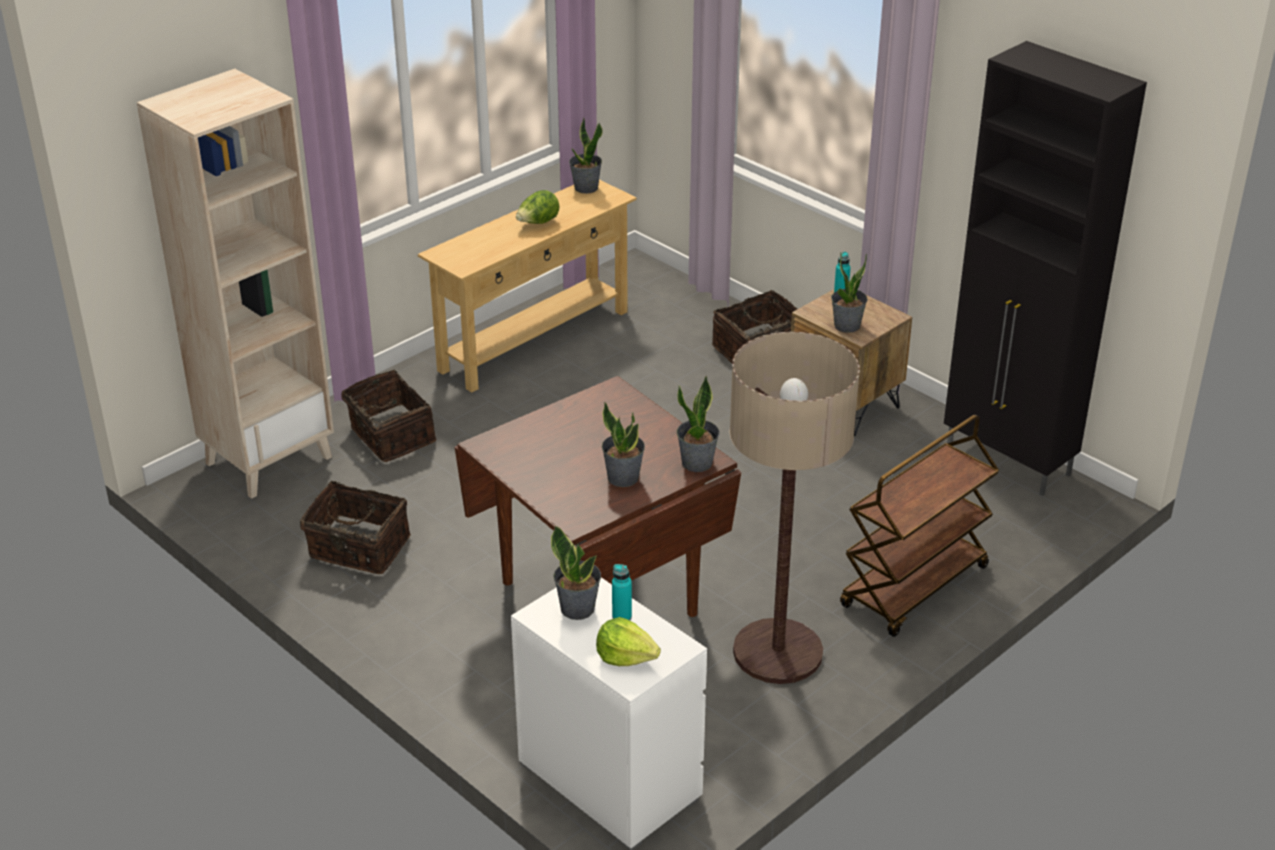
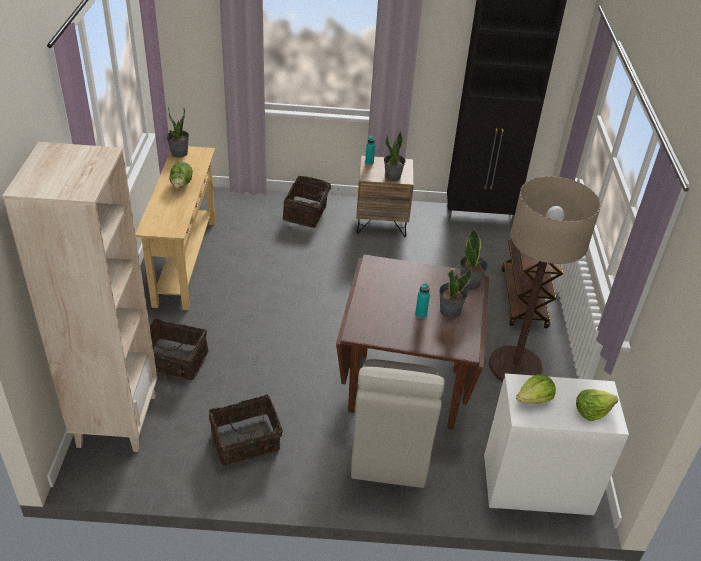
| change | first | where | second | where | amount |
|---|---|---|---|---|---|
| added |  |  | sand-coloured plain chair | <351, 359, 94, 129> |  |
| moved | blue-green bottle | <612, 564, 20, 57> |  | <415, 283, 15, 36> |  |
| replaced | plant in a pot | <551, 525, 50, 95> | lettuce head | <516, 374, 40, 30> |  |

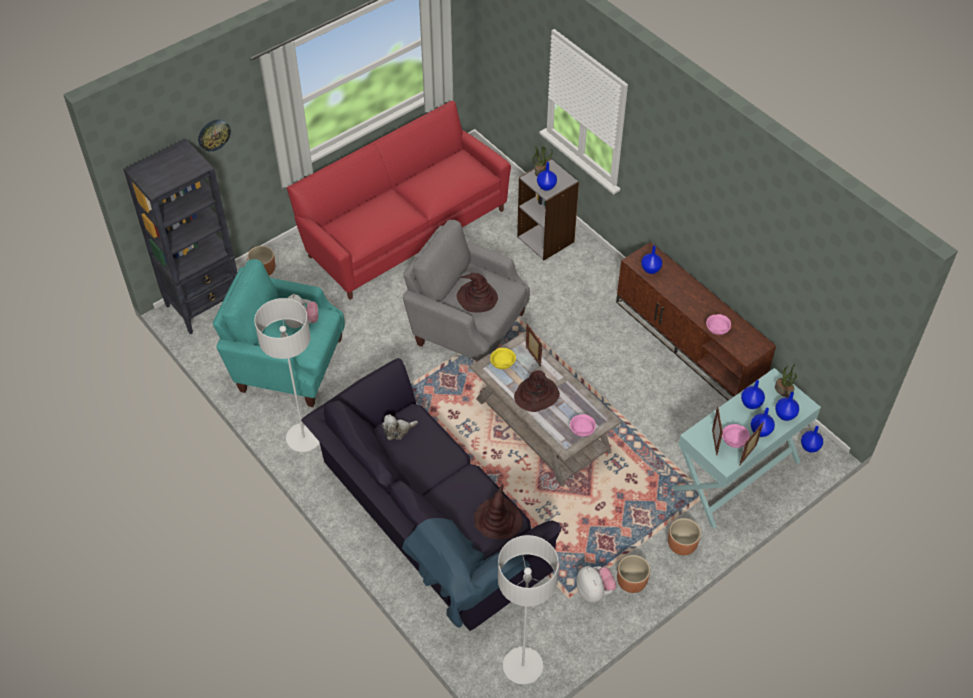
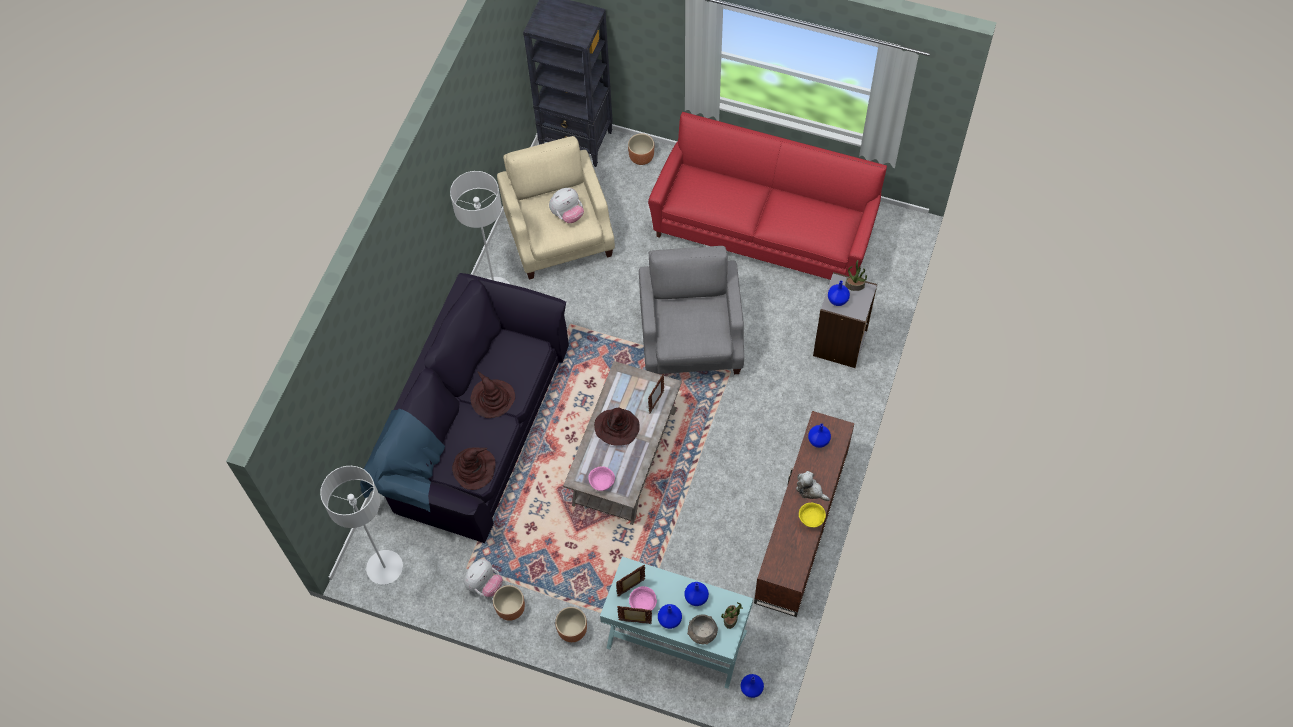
| change | first | where | second | where | amount |
|---|---|---|---|---|---|
| removed | clock on the wall | <198, 120, 33, 32> |  |  |  |
| removed | pink serving bowl | <706, 314, 25, 21> |  |  |  |
| moved | cuddly toy | <382, 414, 36, 26> |  | <796, 471, 34, 30> |  |
| moved | brown clothing hat | <457, 273, 41, 39> |  | <470, 371, 45, 47> |  |
| moved | yellow-coloured serving bowl | <490, 348, 26, 21> |  | <799, 503, 27, 25> |  |
| replaced | blue vase | <775, 391, 24, 30> | greyish serving bowl | <687, 614, 31, 30> |  |
| recoloured | blue-green easy chair | <213, 259, 132, 148> | sand-coloured easy chair | <497, 136, 118, 144> |  |

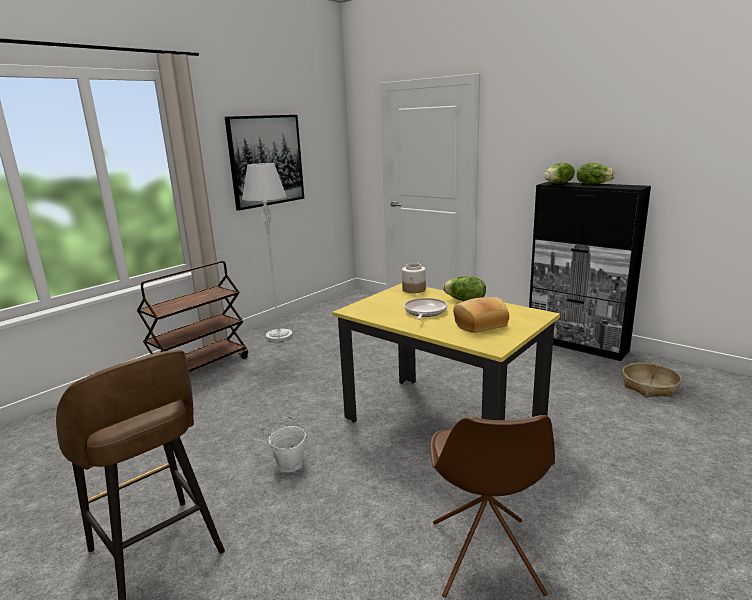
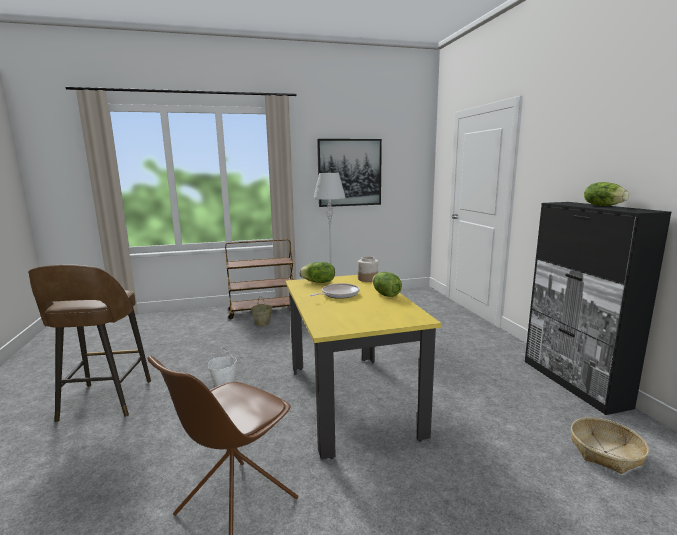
| change | first | where | second | where | amount |
|---|---|---|---|---|---|
| removed | bakery bread | <453, 297, 56, 36> |  |  |  |
| added |  |  | sand-coloured water bucket | <251, 296, 21, 30> |  |
| moved | lettuce head | <544, 163, 31, 21> |  | <299, 262, 36, 21> |  |

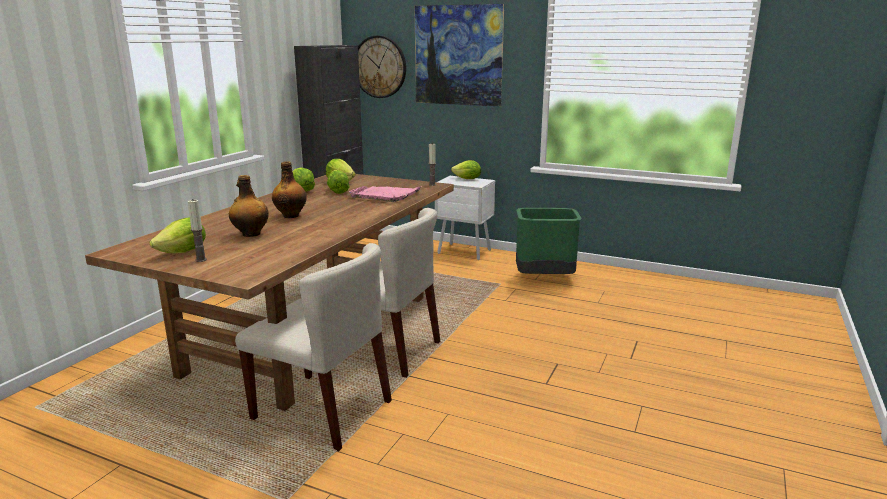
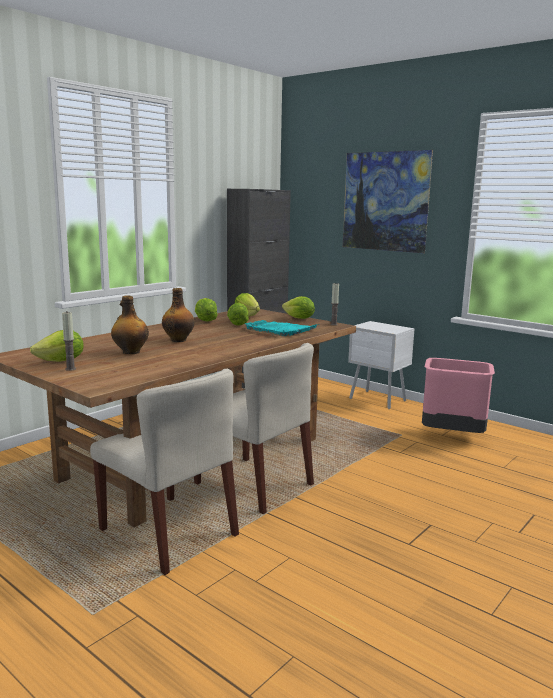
| change | first | where | second | where | amount |
|---|---|---|---|---|---|
| removed | clock on the wall | <358, 36, 48, 62> |  |  |  |
| moved | lettuce head | <451, 160, 30, 19> |  | <282, 296, 33, 23> |  |
| recoloured | pink serving tray | <349, 186, 73, 16> | blue-green serving tray | <245, 320, 75, 16> |  |
| recoloured | green-coloured trash can | <516, 208, 66, 66> | pink trash can | <422, 358, 73, 75> |  |

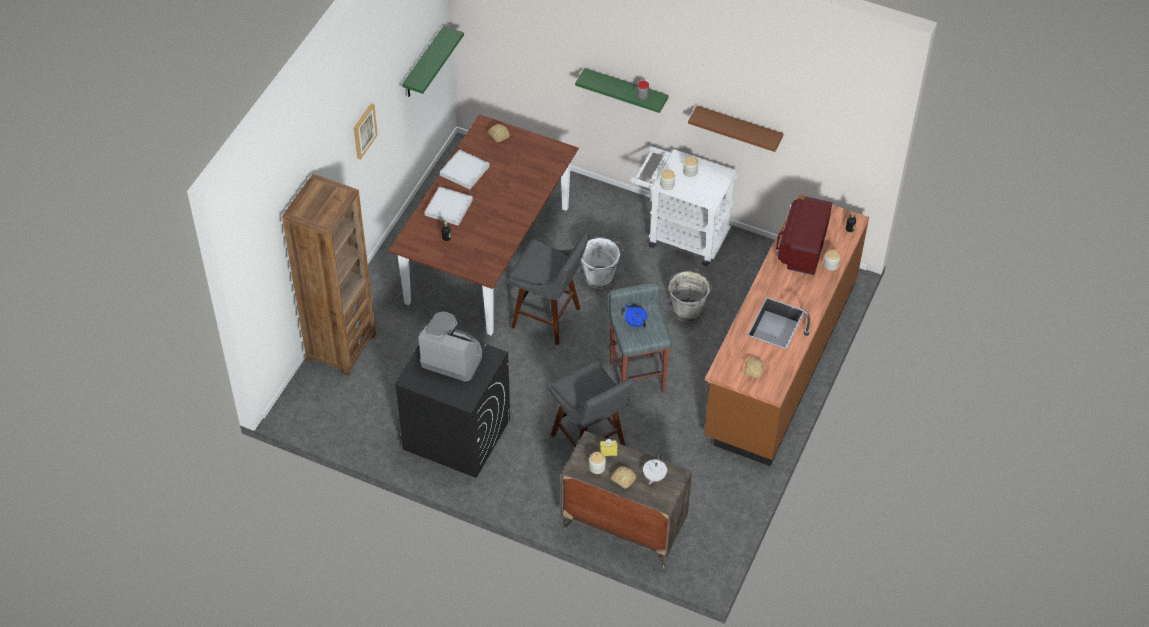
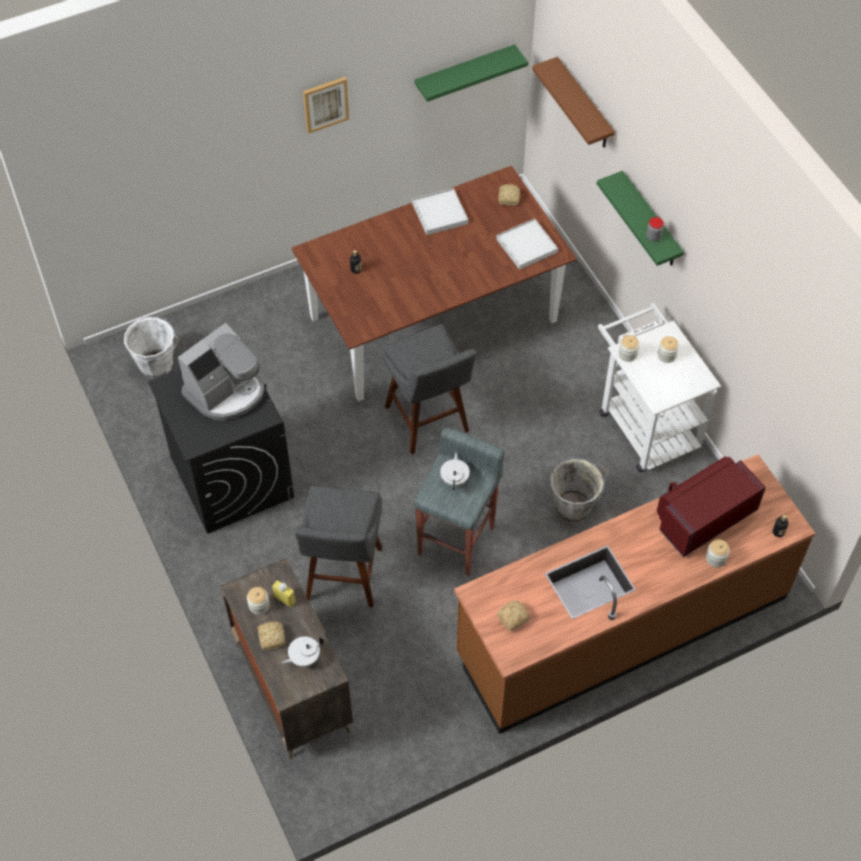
| change | first | where | second | where | amount |
|---|---|---|---|---|---|
| removed | brown shelving unit | <282, 174, 94, 202> |  |  |  |
| moved | whitish serving tray | <425, 186, 48, 40> |  | <496, 218, 62, 52> |  |
| moved | whitish water bucket | <581, 237, 43, 52> |  | <124, 317, 56, 62> |  |
| moved | brown shelf | <688, 106, 95, 46> |  | <532, 57, 83, 91> |  |
| recoloured | blue pot for tea | <625, 304, 22, 23> | whitish pot for tea | <440, 452, 30, 38> |  |
| turned | coffee brewer | <419, 312, 63, 70> |  | <178, 323, 87, 98> | 75 degrees clockwise |

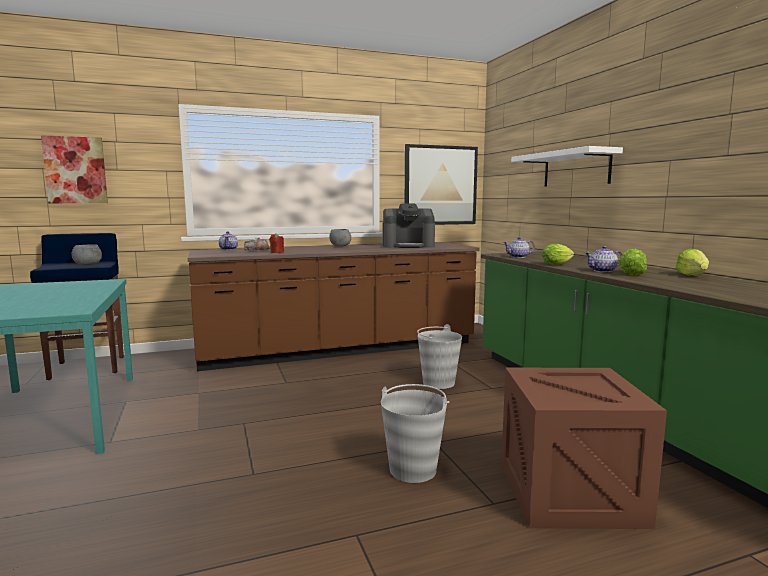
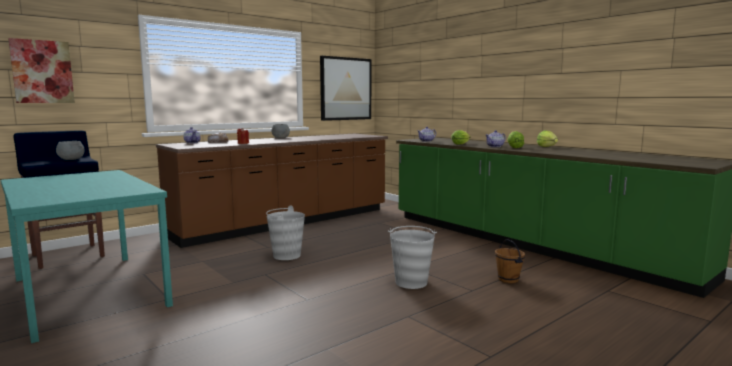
| change | first | where | second | where | amount |
|---|---|---|---|---|---|
| removed | coffee brewer | <383, 203, 52, 45> |  |  |  |
| removed | whitish shelf | <511, 146, 112, 41> |  |  |  |
| moved | greyish water bucket | <417, 324, 45, 65> |  | <266, 206, 39, 54> |  |
| replaced | shipping crate | <501, 368, 166, 161> | brown water bucket | <495, 239, 30, 44> |  |

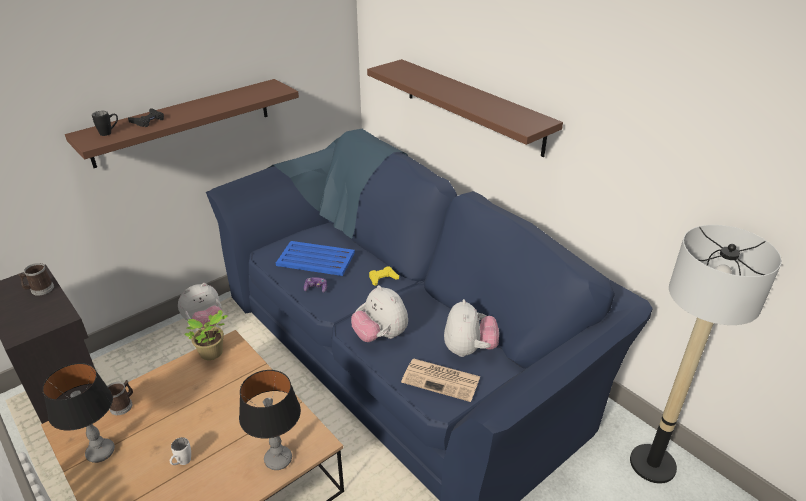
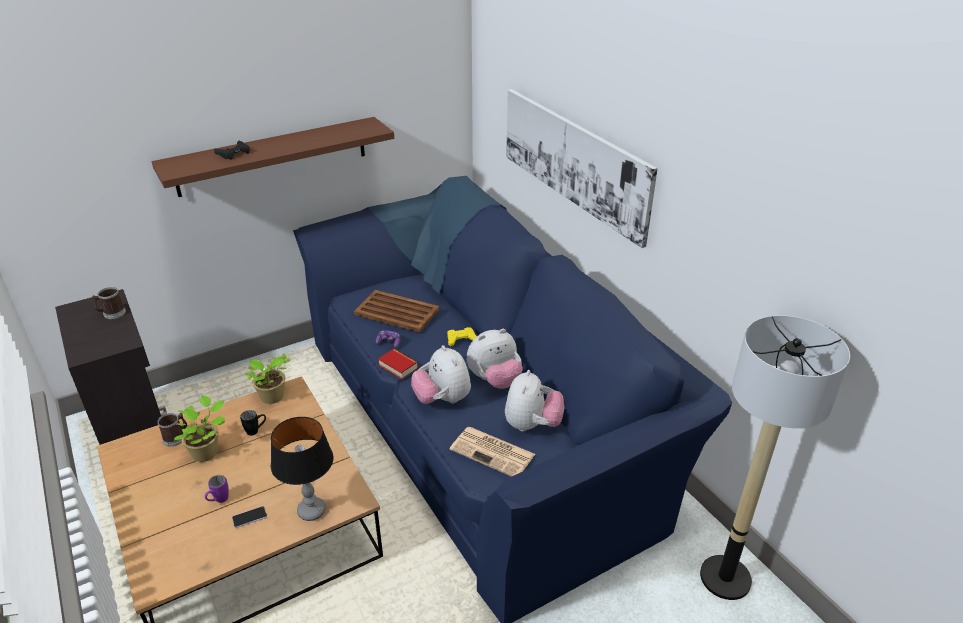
| change | first | where | second | where | amount |
|---|---|---|---|---|---|
| removed | lamp for a table | <42, 363, 73, 100> |  |  |  |
| added |  |  | plant in a pot | <174, 395, 52, 67> |  |
| added |  |  | handset | <232, 506, 35, 22> |  |
| added |  |  | bound book | <378, 349, 40, 31> |  |
| moved | black-coloured mug | <92, 111, 26, 25> |  | <240, 410, 26, 26> |  |
| moved | cuddly toy | <178, 283, 44, 45> |  | <467, 329, 56, 60> |  |
| replaced | brown shelf | <367, 59, 196, 98> | wall art | <506, 89, 152, 159> |  |
| recoloured | whitish mug | <170, 437, 21, 28> | purplish mug | <205, 475, 24, 28> |  |
| recoloured | blue serving tray | <276, 241, 79, 35> | brown serving tray | <354, 290, 85, 42> |  |

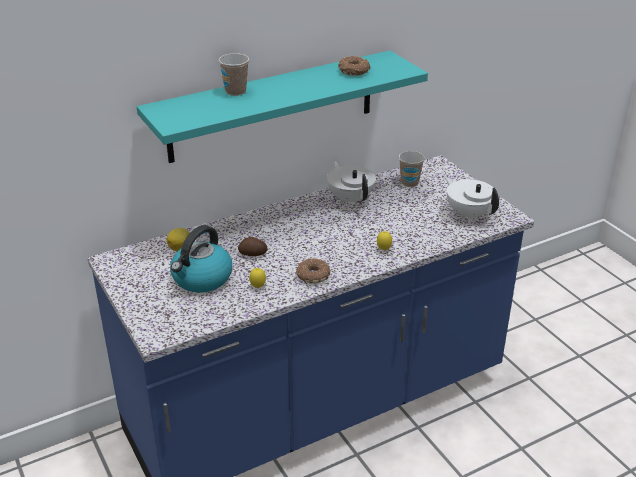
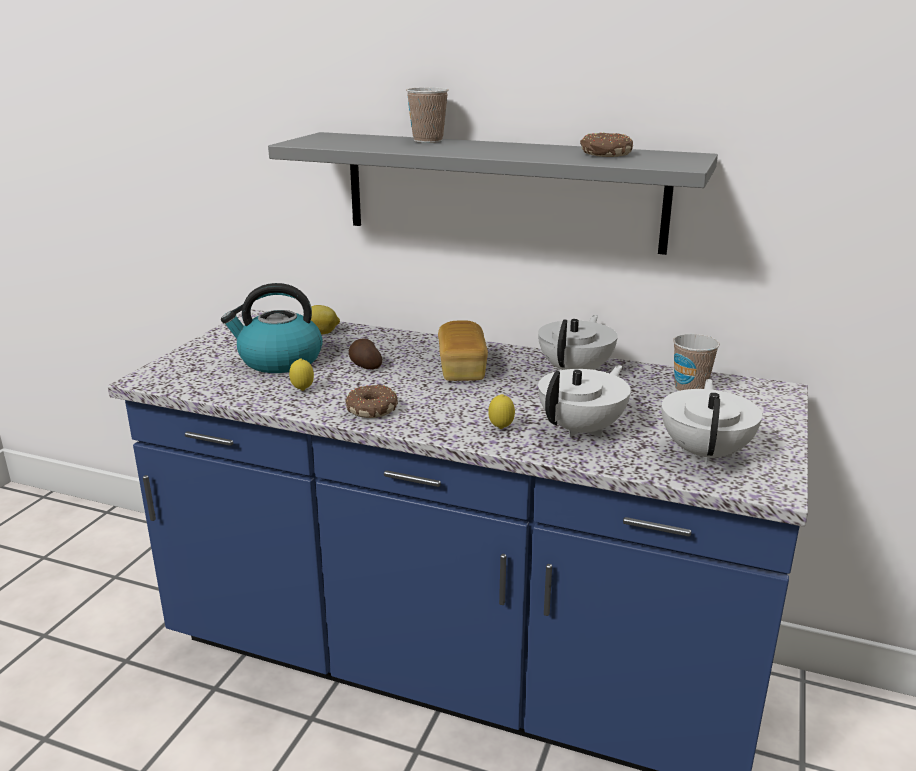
| change | first | where | second | where | amount |
|---|---|---|---|---|---|
| added |  |  | bakery bread | <438, 320, 50, 61> |  |
| added |  |  | whitish pot for tea | <538, 365, 93, 73> |  |
| recoloured | blue-green shelf | <137, 50, 291, 113> | greyish shelf | <268, 132, 450, 123> |  |

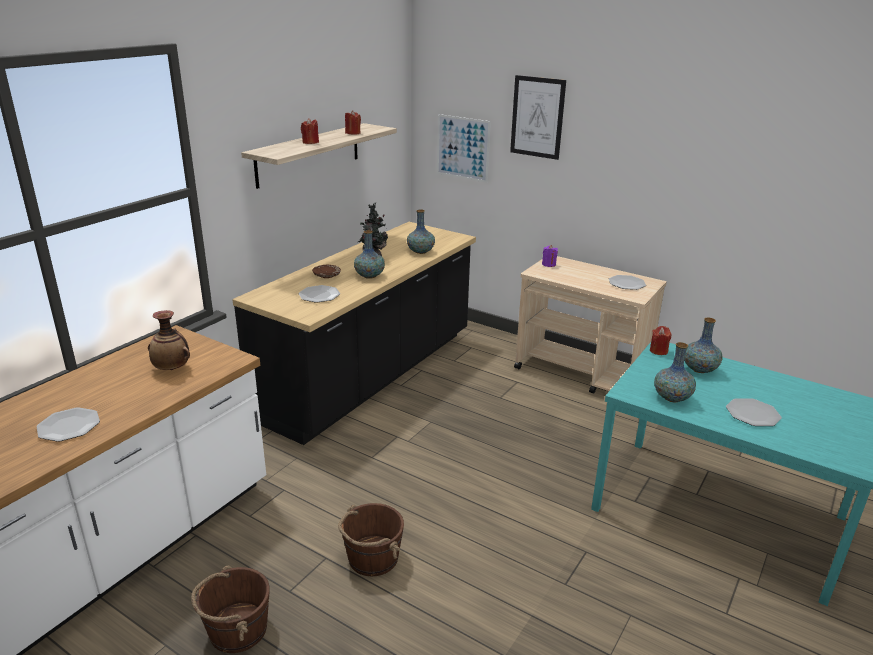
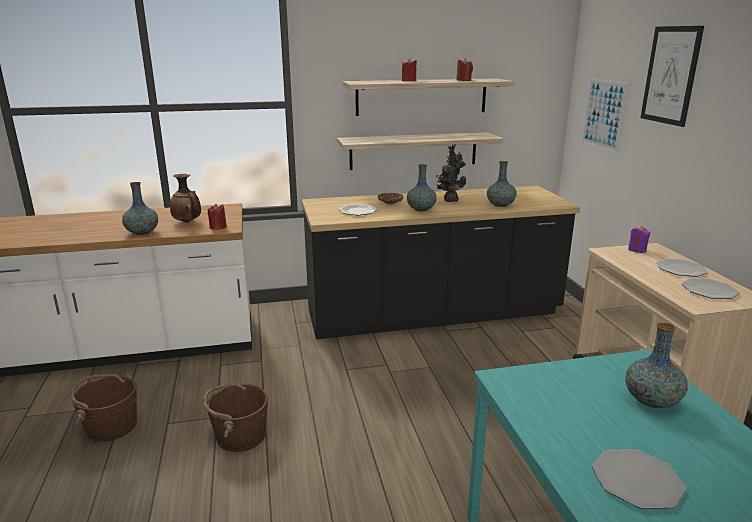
| change | first | where | second | where | amount |
|---|---|---|---|---|---|
| added |  |  | shelf | <337, 132, 167, 38> |  |
| moved | plate | <36, 407, 64, 35> |  | <656, 259, 52, 18> |  |
| moved | reddish wax candle | <650, 326, 21, 29> |  | <208, 204, 19, 26> |  |
| moved | vase | <654, 342, 42, 60> |  | <122, 182, 36, 53> |  |

